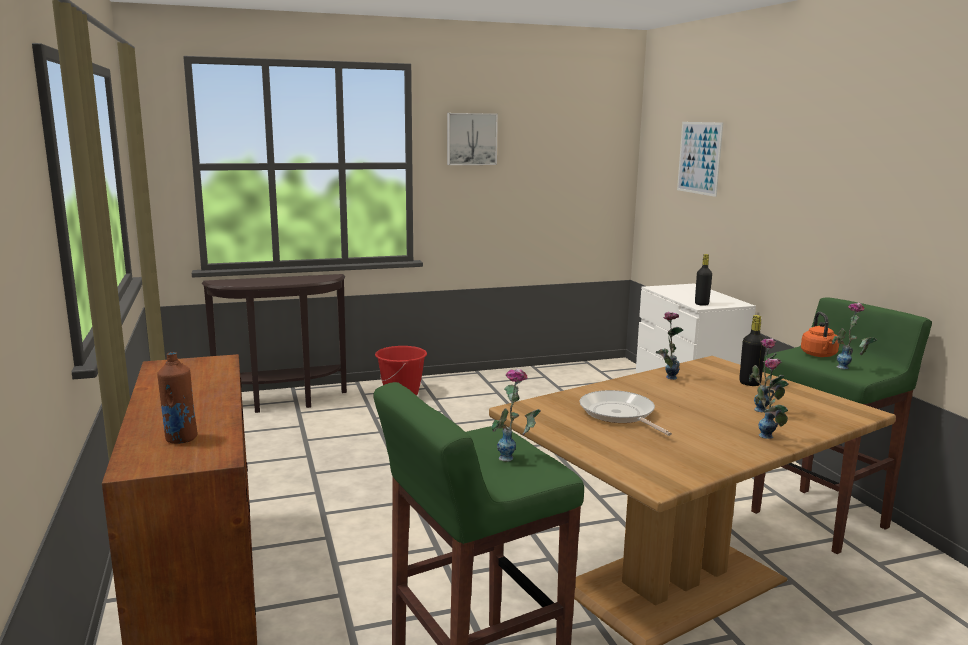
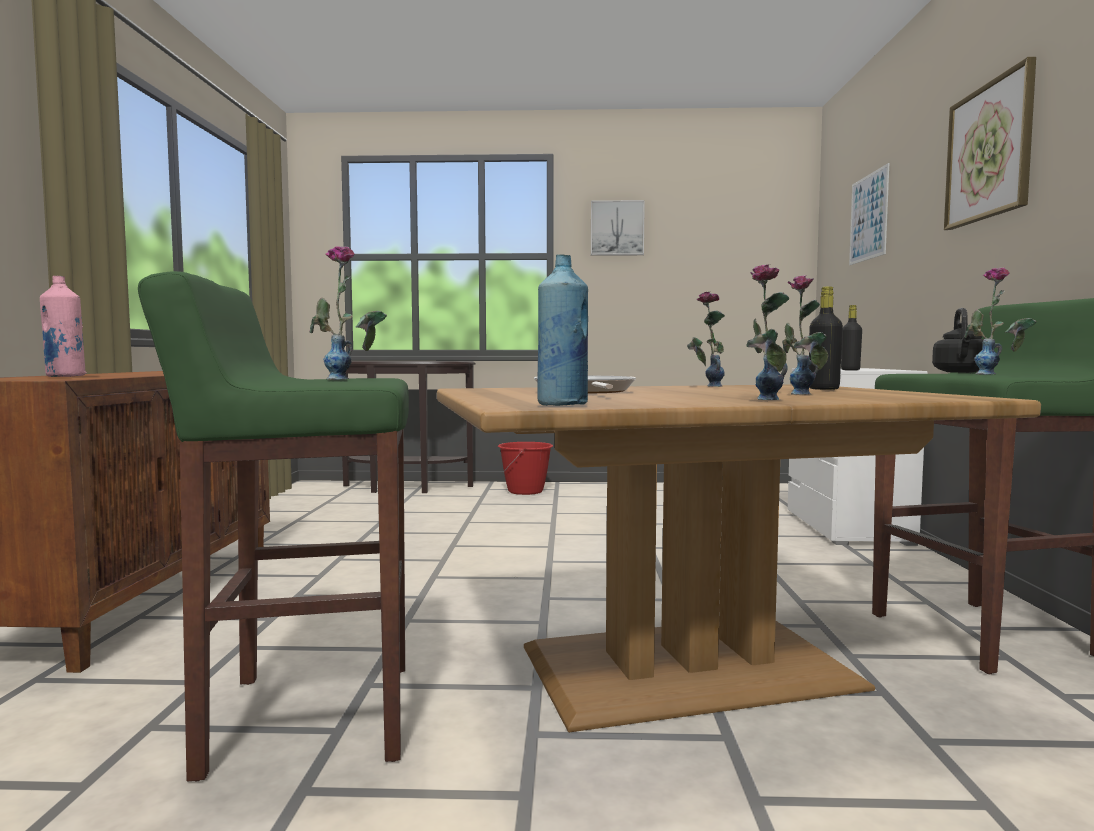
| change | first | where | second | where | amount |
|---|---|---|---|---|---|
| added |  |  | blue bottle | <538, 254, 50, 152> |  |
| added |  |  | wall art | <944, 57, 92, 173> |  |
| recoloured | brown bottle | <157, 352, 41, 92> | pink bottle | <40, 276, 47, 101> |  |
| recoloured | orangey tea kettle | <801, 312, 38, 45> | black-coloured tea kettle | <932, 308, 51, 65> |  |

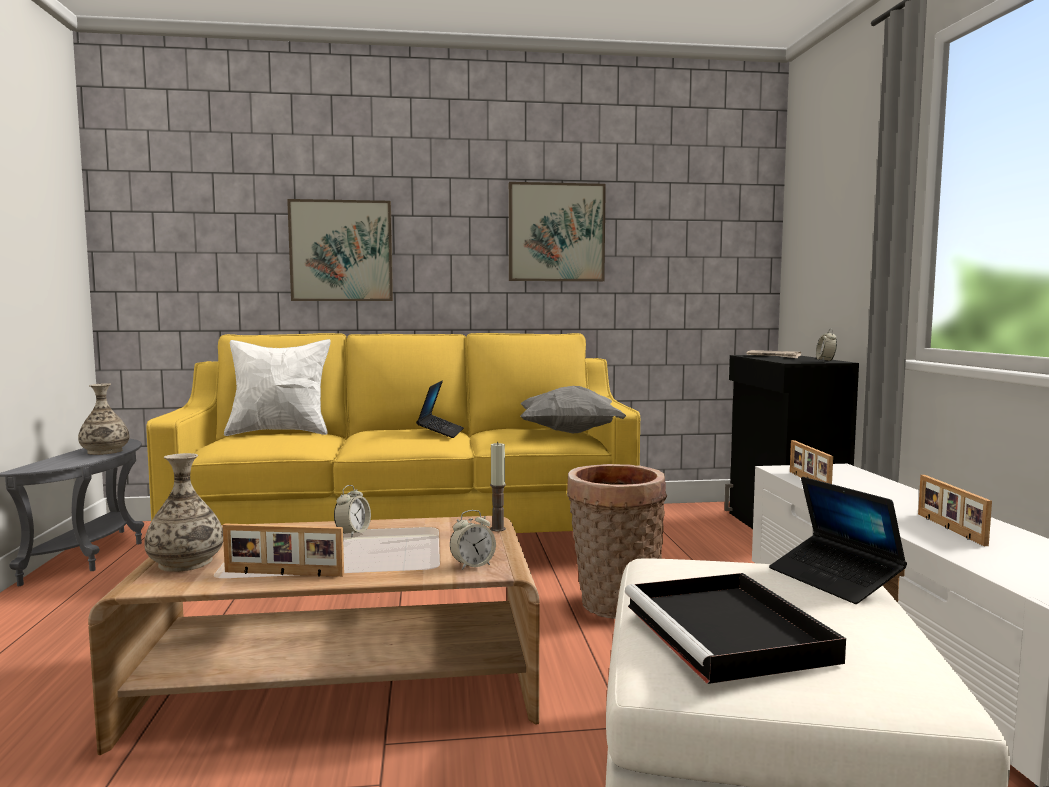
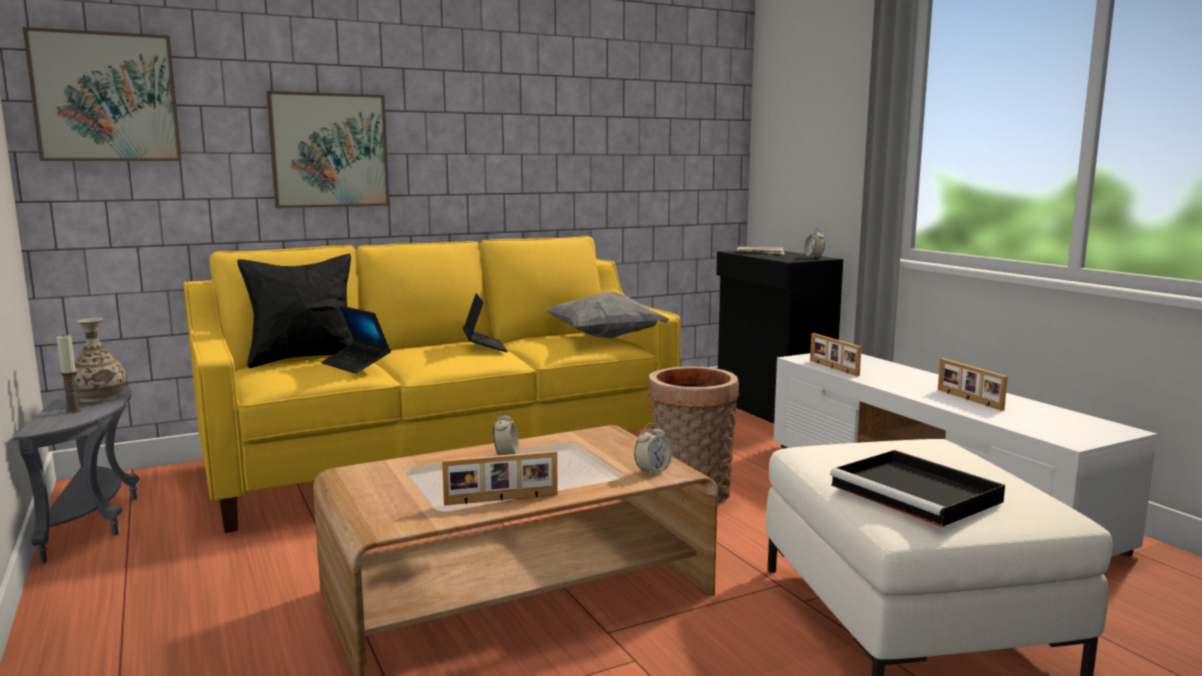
| change | first | where | second | where | amount |
|---|---|---|---|---|---|
| removed | vase | <144, 453, 79, 119> |  |  |  |
| moved | wax candle | <490, 442, 16, 90> |  | <57, 334, 24, 79> |  |
| moved | wall art | <509, 182, 97, 99> |  | <23, 27, 159, 134> |  |
| moved | portable computer | <769, 477, 138, 127> |  | <321, 306, 70, 68> |  |
| recoloured | whitish pillow | <224, 339, 107, 97> | black-coloured pillow | <237, 254, 116, 114> |  |

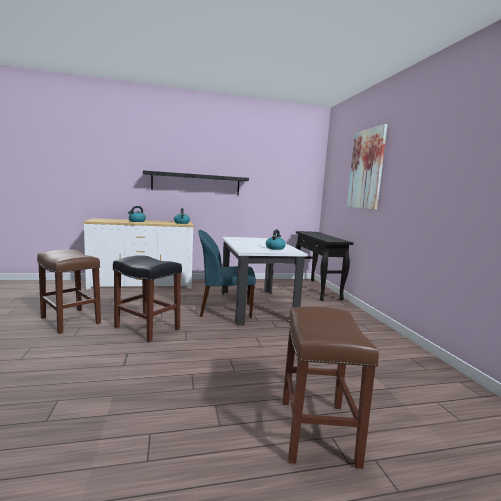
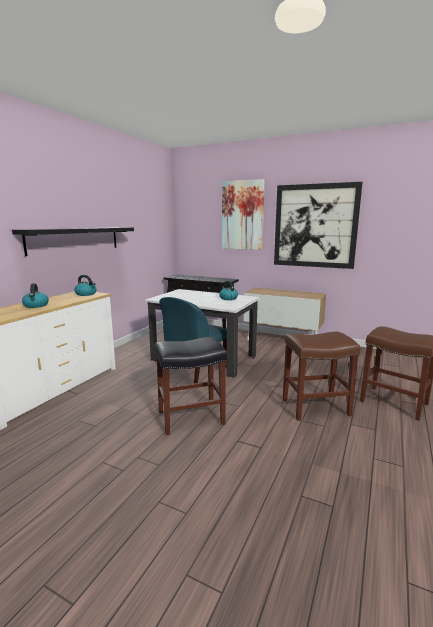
| change | first | where | second | where | amount |
|---|---|---|---|---|---|
| added |  |  | cupboard | <244, 288, 82, 52> |  |
| added |  |  | wall art | <274, 182, 88, 87> |  |
| moved | brown stool | <37, 249, 64, 85> |  | <283, 332, 77, 89> |  |

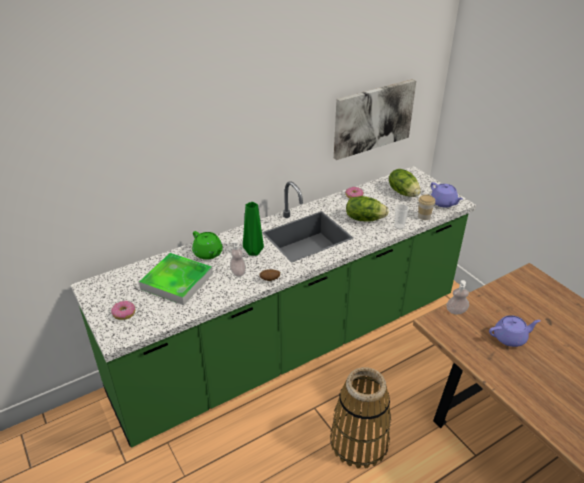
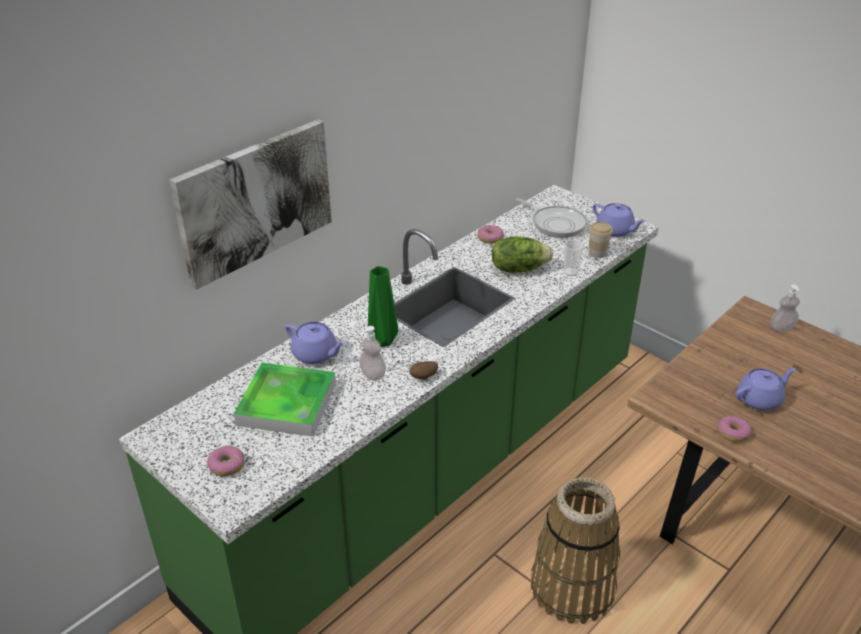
| change | first | where | second | where | amount |
|---|---|---|---|---|---|
| added |  |  | donut | <717, 416, 35, 26> |  |
| moved | wall art | <334, 79, 82, 81> |  | <169, 119, 163, 171> |  |
| moved | soap bottle | <446, 280, 23, 34> |  | <771, 285, 29, 47> |  |
| replaced | lettuce head | <389, 169, 32, 28> | skillet | <516, 198, 71, 40> |  |
| recoloured | green-coloured pot for tea | <192, 231, 31, 29> | purplish pot for tea | <285, 322, 60, 42> |  |

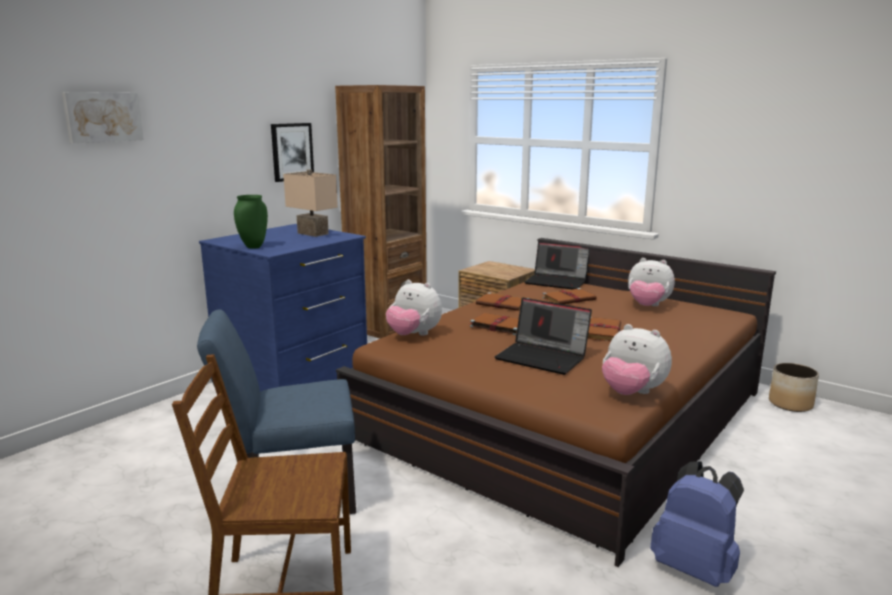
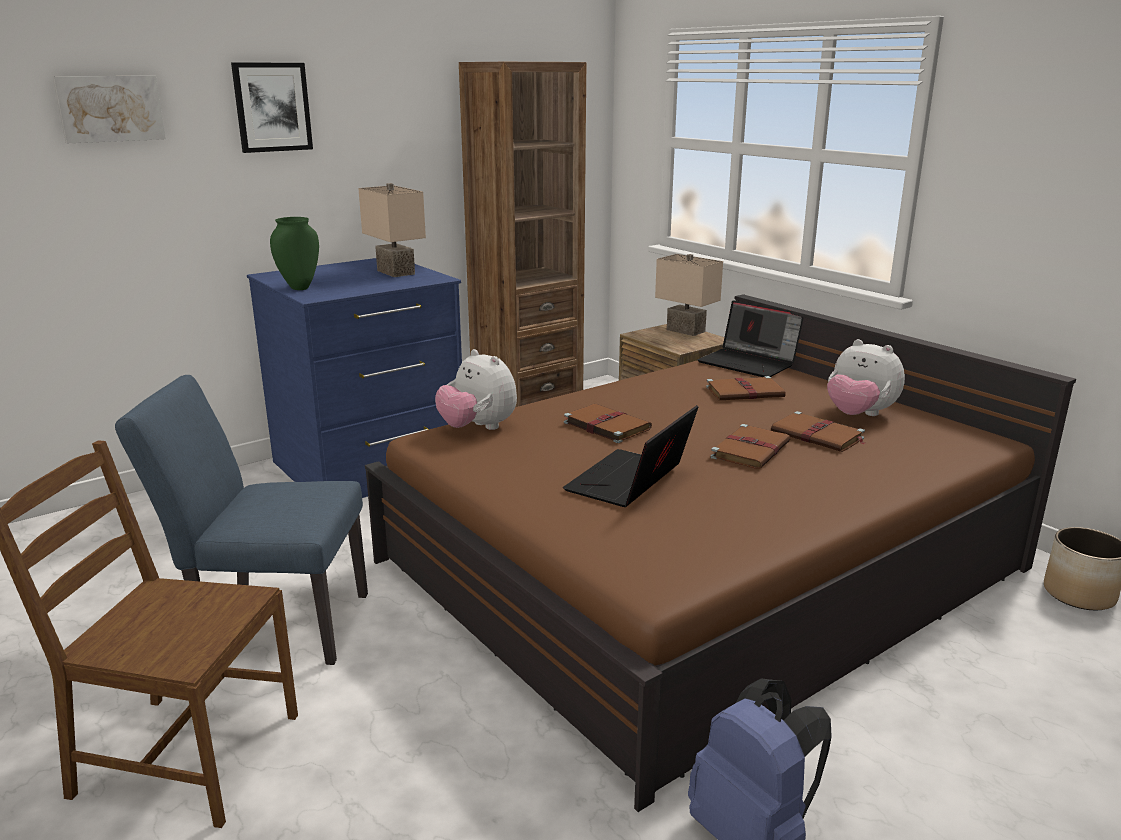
| change | first | where | second | where | amount |
|---|---|---|---|---|---|
| removed | cuddly toy | <602, 324, 70, 71> |  |  |  |
| added |  |  | sand-coloured lamp for a table | <655, 254, 68, 82> |  |
| moved | wall art | <271, 123, 43, 59> |  | <231, 62, 82, 91> |  |
| moved | brown bound book | <476, 292, 54, 19> |  | <771, 411, 94, 41> |  |
| turned | portable computer | <495, 298, 97, 77> |  | <563, 405, 135, 102> | 75 degrees clockwise |

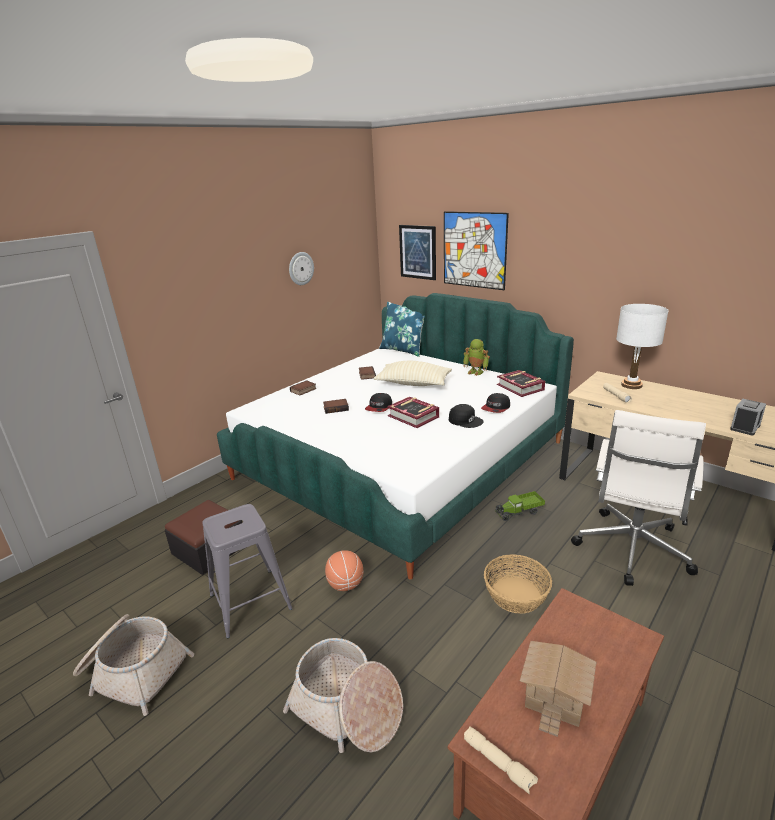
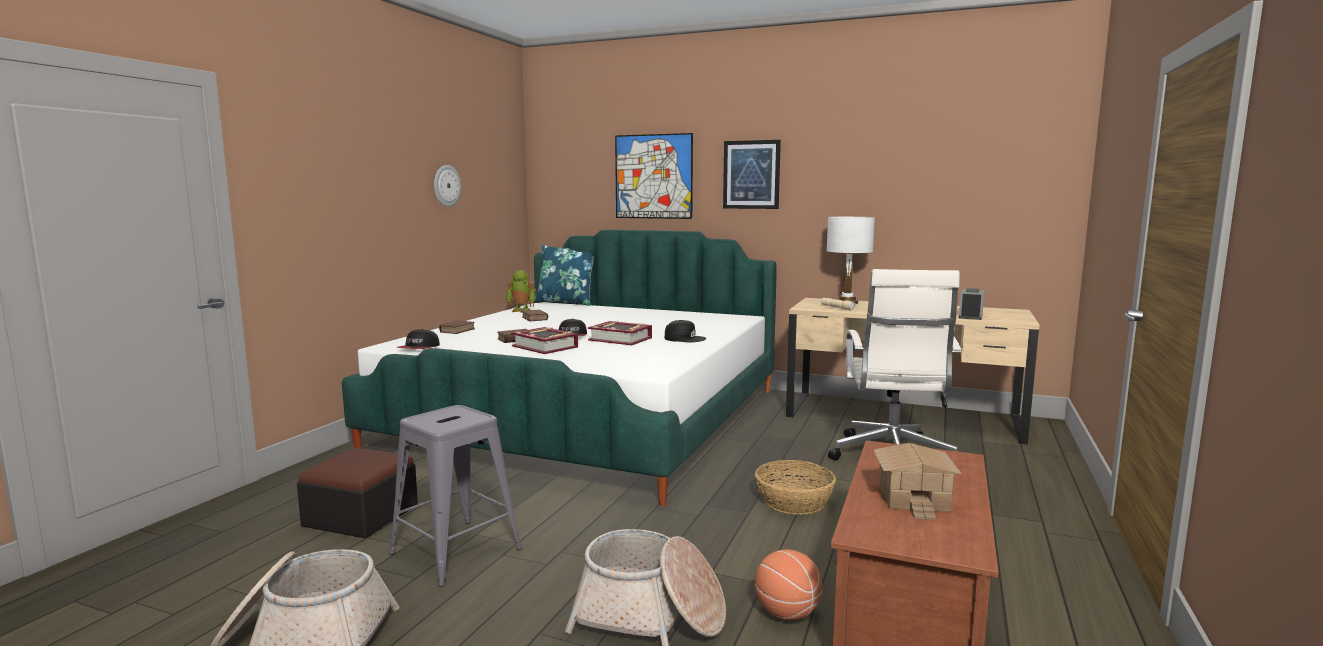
| change | first | where | second | where | amount |
|---|---|---|---|---|---|
| removed | sand-coloured pillow | <374, 361, 78, 25> |  |  |  |
| removed | sand-coloured hand torch | <464, 726, 74, 69> |  |  |  |
| removed | model truck | <495, 491, 50, 30> |  |  |  |
| moved | basketball ball | <325, 550, 38, 41> |  | <755, 549, 68, 71> |  |
| moved | wall art | <399, 225, 37, 55> |  | <723, 140, 58, 69> |  |
| moved | robot figure | <463, 339, 27, 37> |  | <506, 270, 31, 43> |  |
| moved | cap | <481, 393, 29, 20> |  | <396, 329, 44, 20> |  |
| moved | bound book | <497, 370, 48, 27> |  | <511, 327, 67, 27> |  |

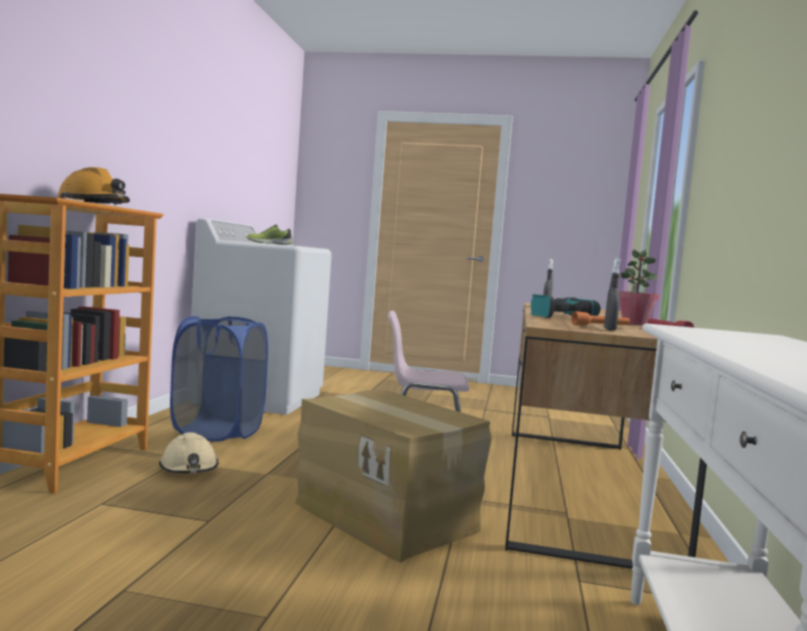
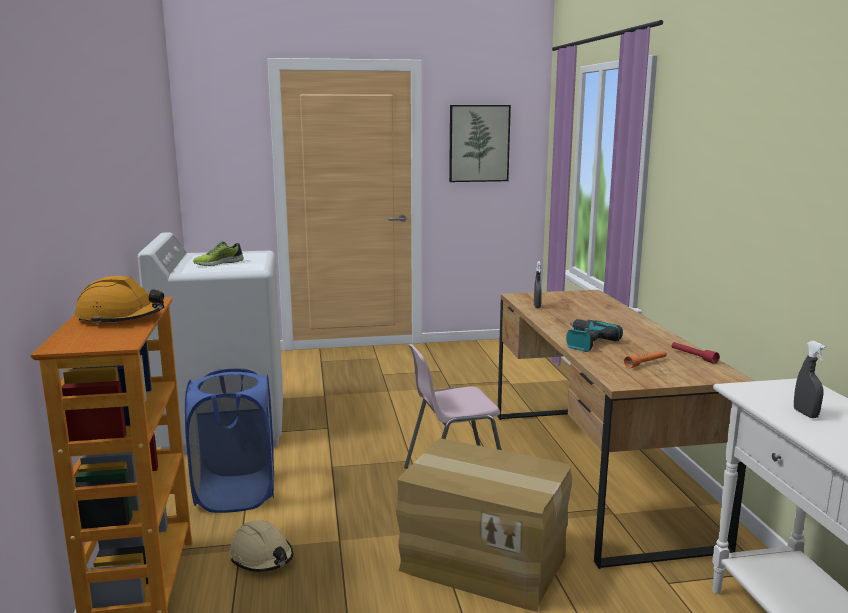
| change | first | where | second | where | amount |
|---|---|---|---|---|---|
| removed | plant in a pot | <618, 249, 41, 76> |  |  |  |
| added |  |  | wall art | <449, 105, 62, 77> |  |
| moved | greyish hand sprayer | <604, 258, 17, 73> |  | <794, 341, 33, 77> |  |

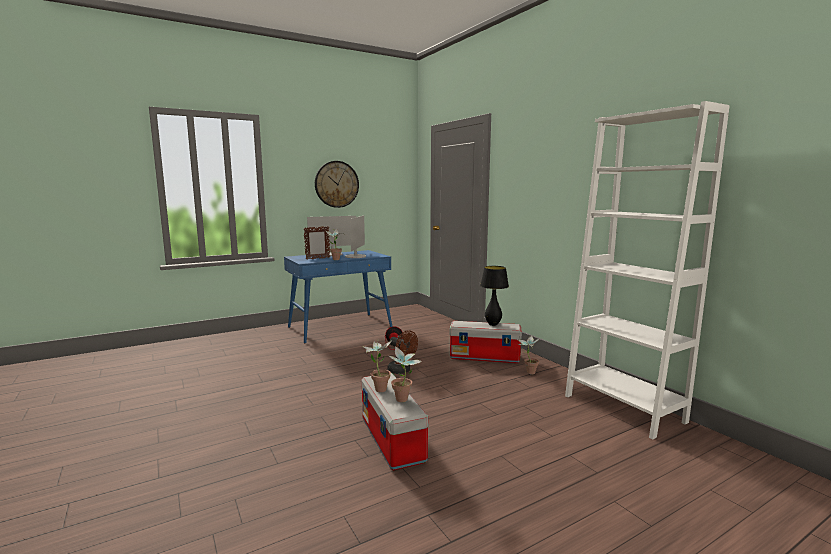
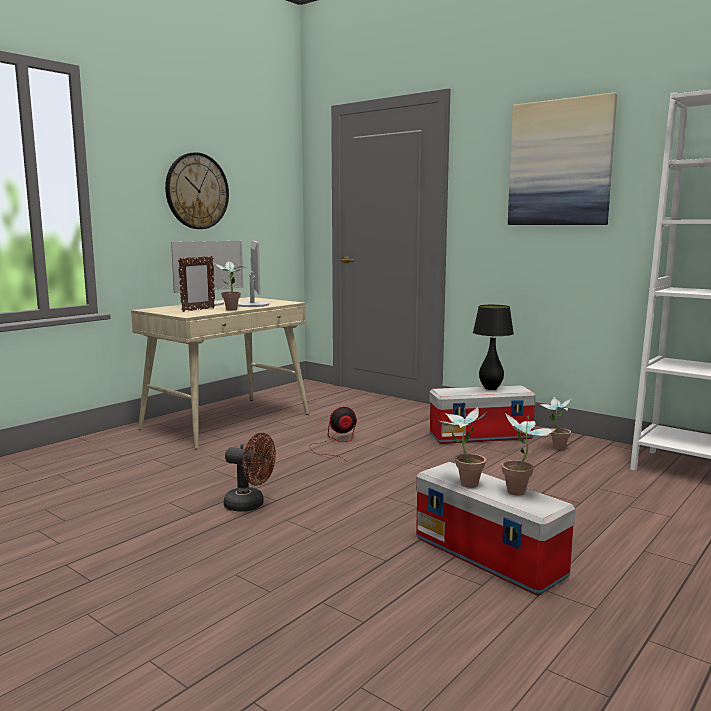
| change | first | where | second | where | amount |
|---|---|---|---|---|---|
| added |  |  | wall art | <508, 92, 109, 133> |  |
| moved | brown fan | <387, 330, 31, 44> |  | <223, 433, 53, 79> |  |
| recoloured | blue desk unit | <284, 250, 108, 93> | sand-coloured desk unit | <131, 297, 178, 152> |  |

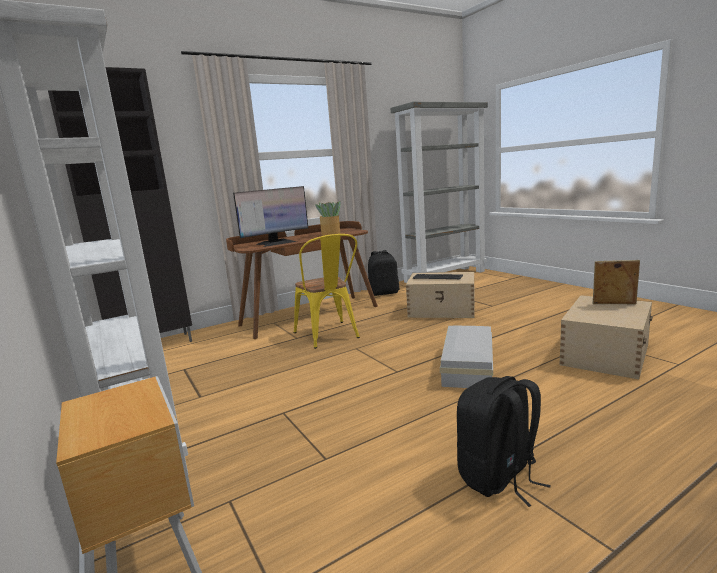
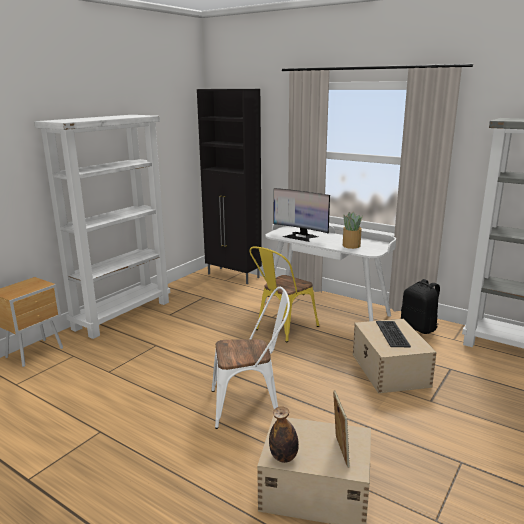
| change | first | where | second | where | amount |
|---|---|---|---|---|---|
| removed | black-coloured backpack | <457, 376, 94, 131> |  |  |  |
| added |  |  | bottle | <269, 406, 30, 57> |  |
| replaced | whitish storage bin | <440, 326, 53, 62> | whitish plain chair | <212, 287, 78, 142> |  |
| recoloured | brown desk unit | <226, 221, 152, 118> | whitish desk unit | <265, 223, 131, 98> |  |

